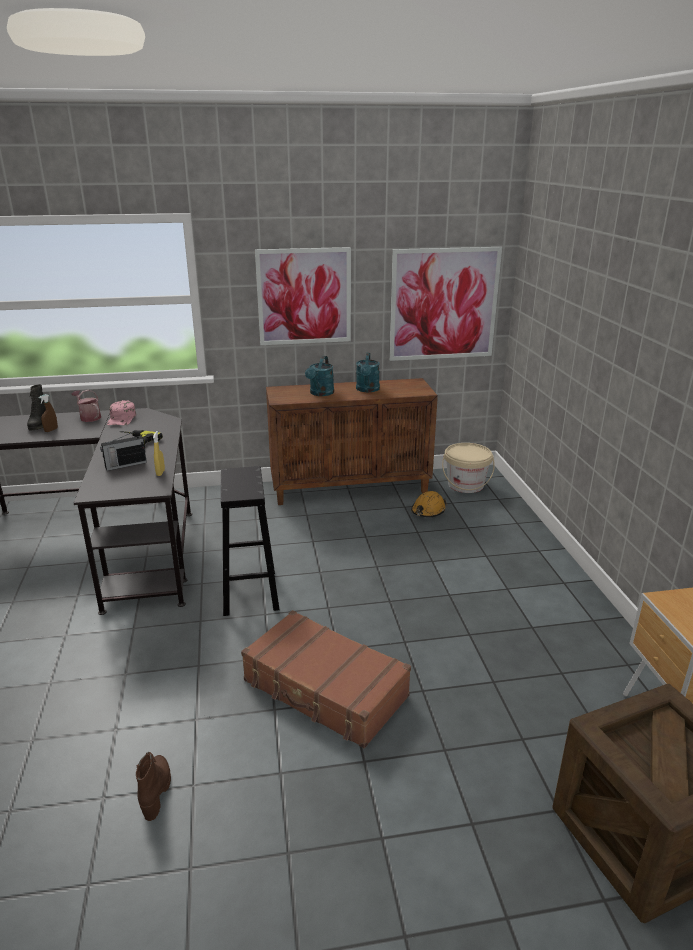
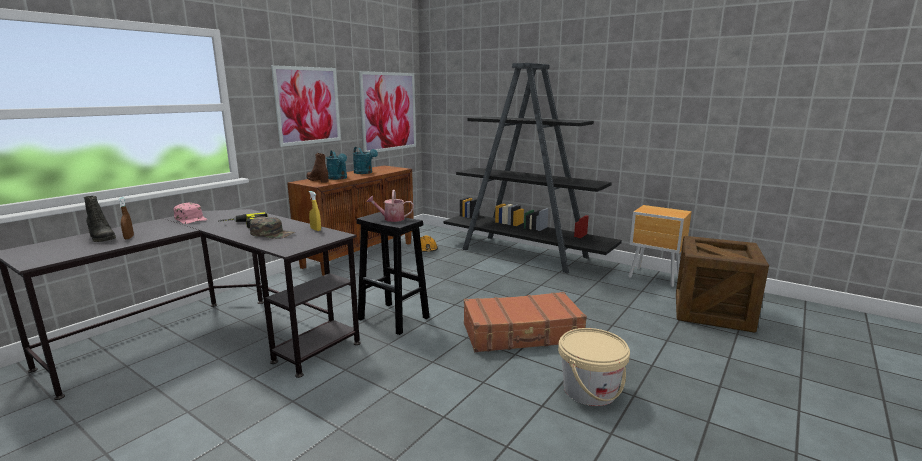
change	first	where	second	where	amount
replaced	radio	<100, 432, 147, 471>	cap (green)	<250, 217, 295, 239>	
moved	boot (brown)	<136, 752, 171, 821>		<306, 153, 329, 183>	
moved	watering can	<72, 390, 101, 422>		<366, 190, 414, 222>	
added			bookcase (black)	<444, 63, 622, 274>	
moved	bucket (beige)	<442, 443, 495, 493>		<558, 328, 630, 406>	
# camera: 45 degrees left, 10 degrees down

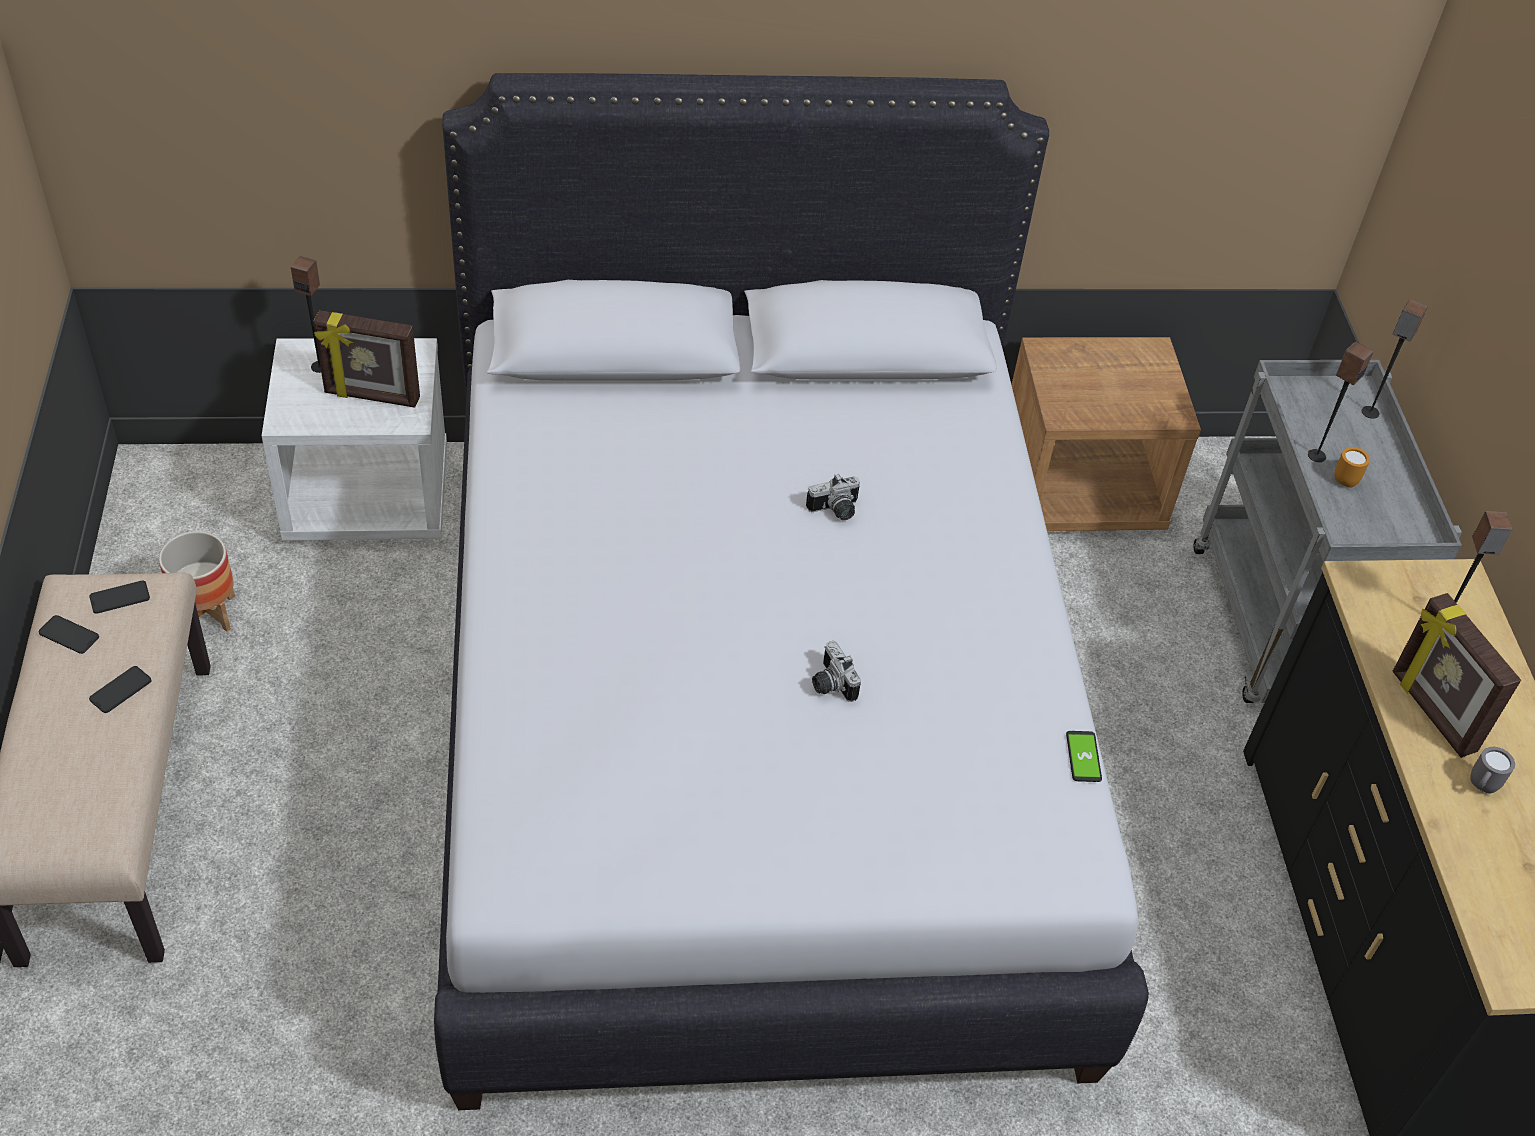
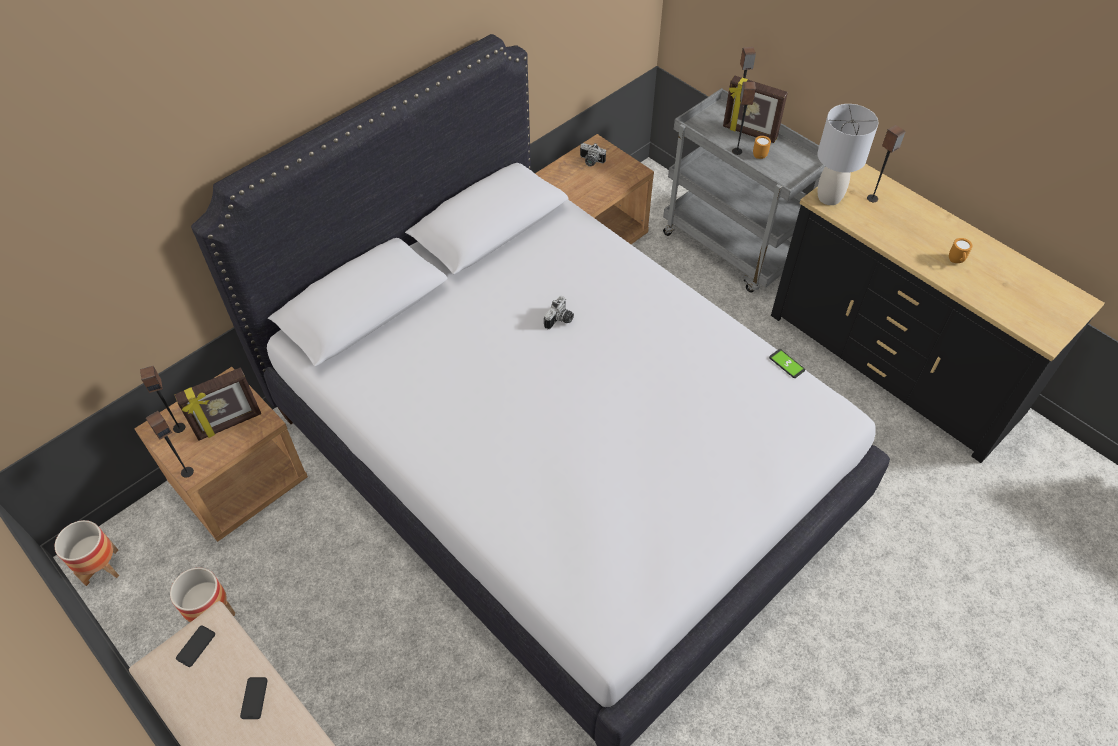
change	first	where	second	where	amount
added			planter	<55, 520, 119, 586>	
recoloured	nightstand (white)	<262, 338, 447, 541>	nightstand (brown)	<135, 367, 308, 542>	
added			speaker	<146, 411, 194, 478>	
moved	photo camera	<812, 641, 861, 702>		<580, 143, 606, 167>	
moved	picture frame	<1393, 593, 1521, 758>		<723, 75, 788, 143>	
added			table lamp (grey)	<817, 104, 879, 205>	
recoloured	mug (grey)	<1470, 747, 1515, 793>	mug (orange)	<949, 238, 973, 263>	
removed	phone	<38, 615, 99, 654>			
# camera: 35 degrees left, 5 degrees up

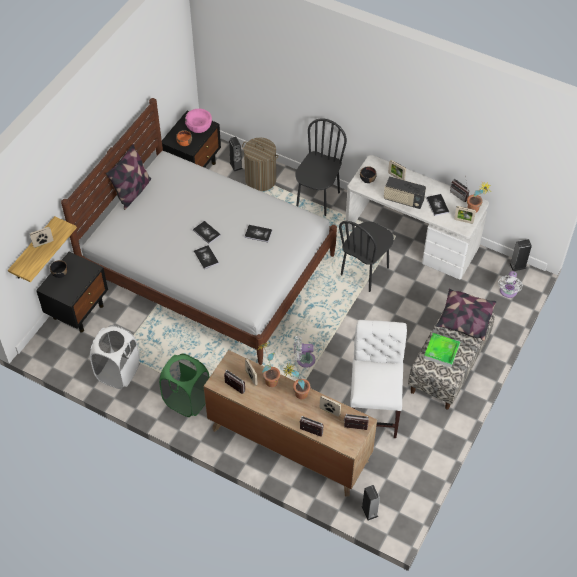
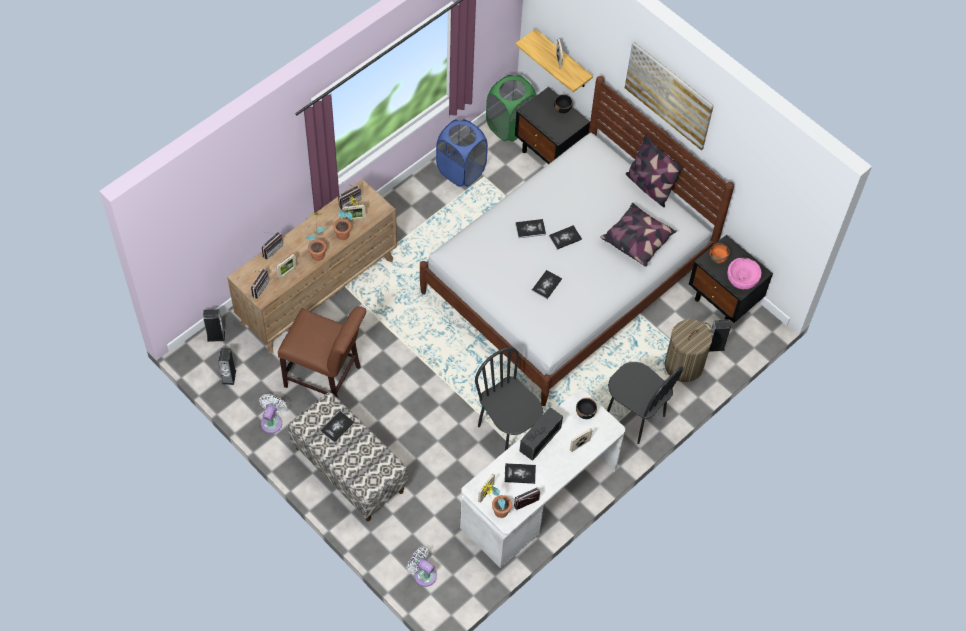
change	first	where	second	where	amount
moved	speaker	<510, 239, 532, 271>		<218, 348, 236, 385>	
moved	fan (white)	<294, 336, 315, 368>		<259, 394, 287, 433>	
recoloured	chair (white)	<350, 320, 407, 438>	chair (brown)	<278, 306, 366, 398>	
replaced	tray	<424, 333, 460, 367>	book	<320, 411, 354, 443>	
recoloured	laundry basket (white)	<90, 325, 140, 389>	laundry basket (blue)	<436, 119, 488, 187>	
moved	laundry basket (green)	<159, 354, 210, 417>		<486, 75, 536, 142>	
moved	pillow	<435, 288, 496, 341>		<600, 203, 677, 267>	
added			picture	<625, 42, 714, 150>	
# camera: 105 degrees right, 5 degrees up

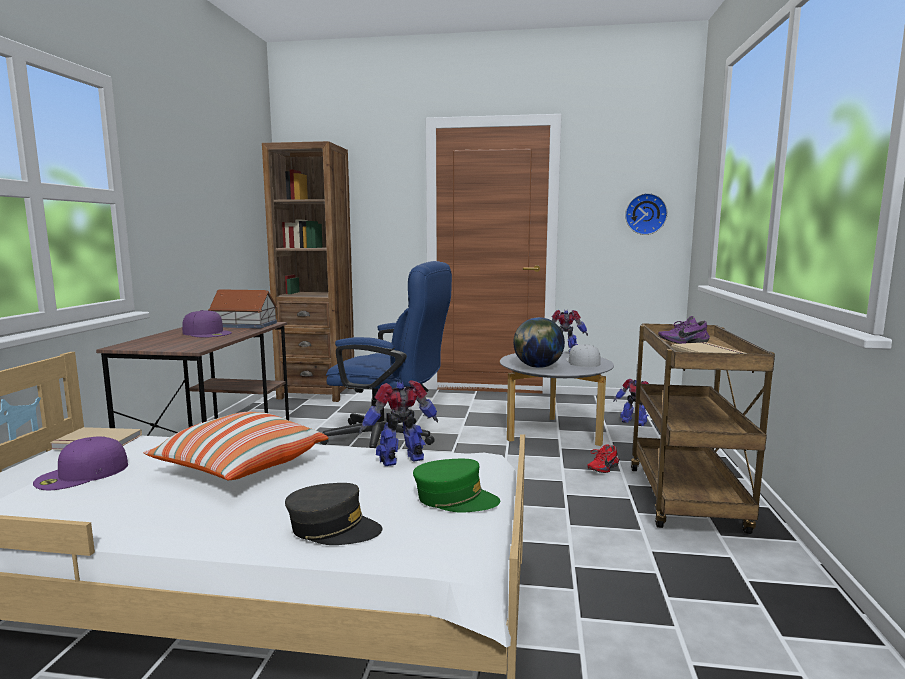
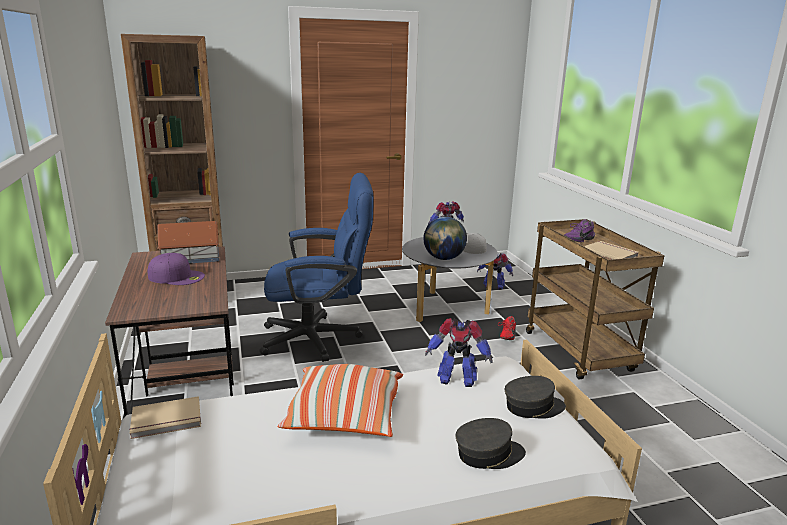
change	first	where	second	where	amount
turned	toy robot	<359, 380, 438, 466>		<425, 318, 492, 387>	120 degrees counterclockwise
recoloured	cap (green)	<413, 459, 500, 513>	cap (grey)	<505, 376, 566, 419>	
removed	cap (purple)	<33, 437, 128, 490>			
removed	wall clock	<625, 193, 668, 235>			
# camera: 25 degrees left, 10 degrees up

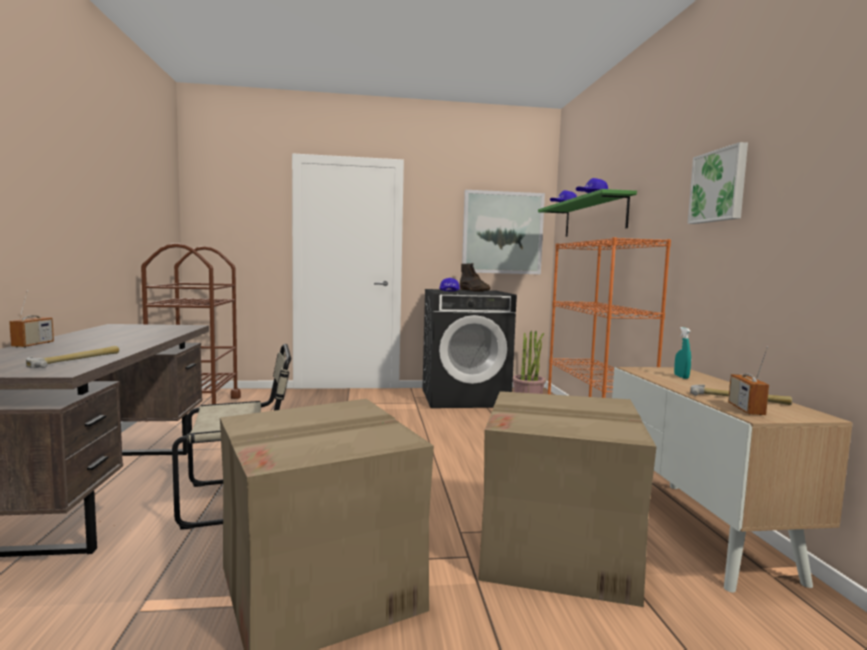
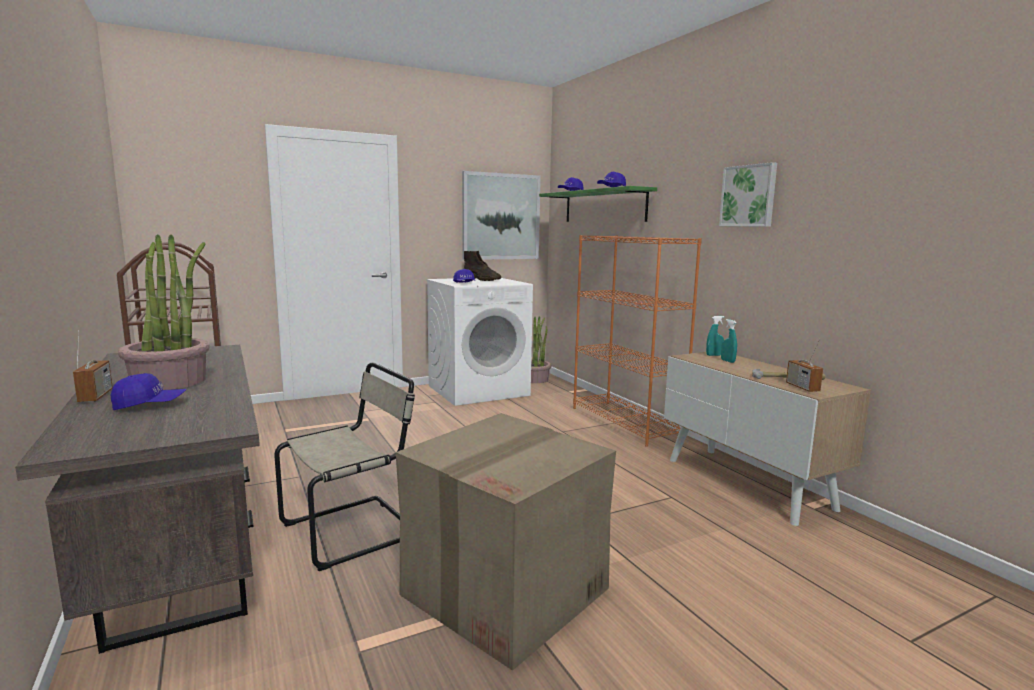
change	first	where	second	where	amount
added			cap (blue)	<111, 373, 187, 410>	
added			potted plant	<118, 234, 210, 390>	
recoloured	washing machine (black)	<423, 289, 517, 408>	washing machine (white)	<426, 278, 533, 406>	
added			spray bottle (turquoise)	<706, 316, 724, 356>	
removed	hammer	<26, 346, 119, 368>			
removed	cardboard box	<478, 391, 657, 607>			
# camera: 20 degrees left, 5 degrees up

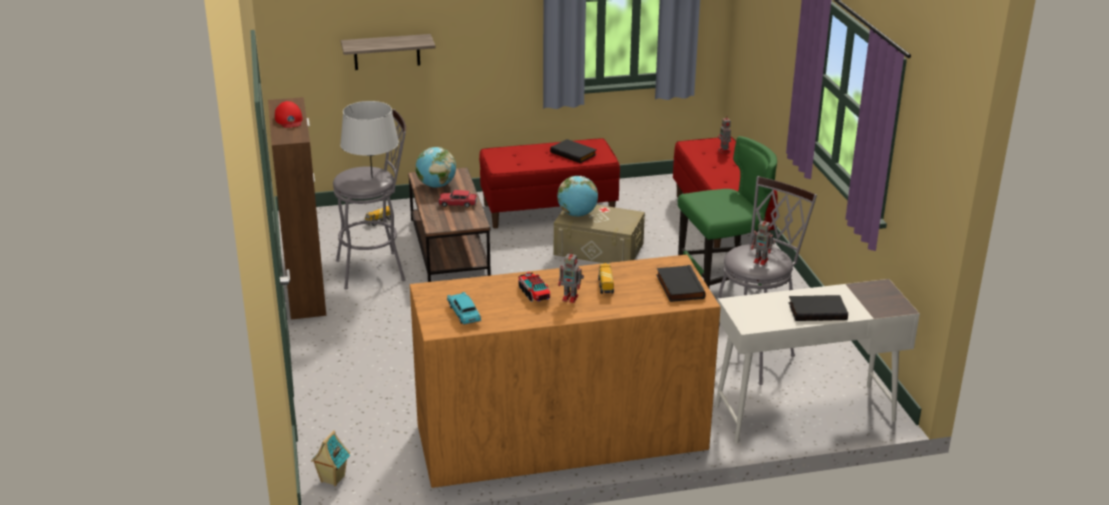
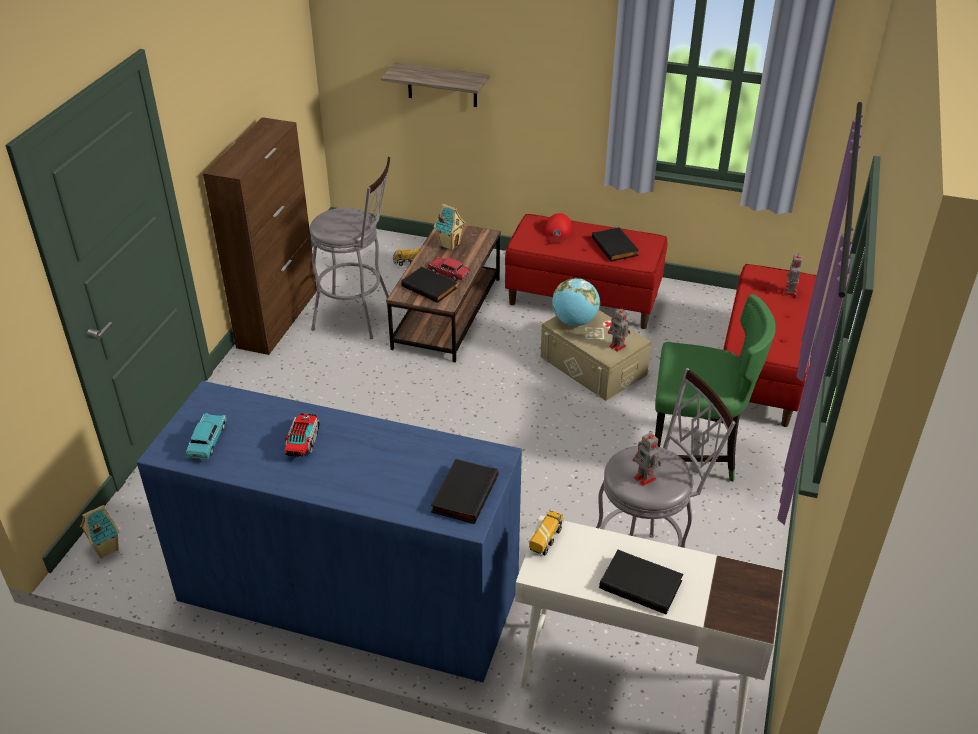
change	first	where	second	where	amount
recoloured	dresser (brown)	<410, 254, 721, 488>	dresser (blue)	<137, 381, 522, 682>	
added			book (black)	<401, 267, 457, 303>	
replaced	globe	<416, 147, 456, 188>	toy house	<434, 204, 466, 250>	
moved	toy truck	<598, 263, 614, 294>		<529, 510, 564, 556>	
moved	cap (red)	<275, 101, 303, 128>		<545, 213, 572, 242>	
moved	toy robot	<558, 250, 584, 303>		<608, 307, 630, 352>	
removed	table lamp (grey)	<340, 101, 399, 178>			
# camera: 30 degrees right, 10 degrees up

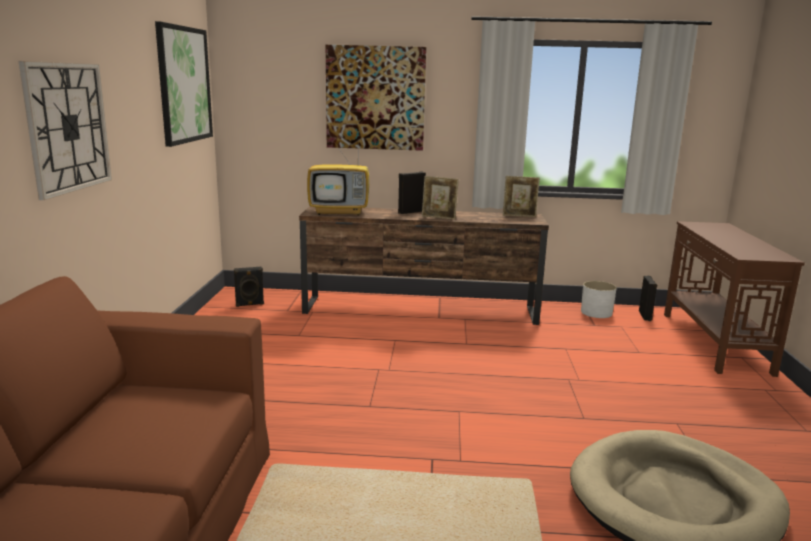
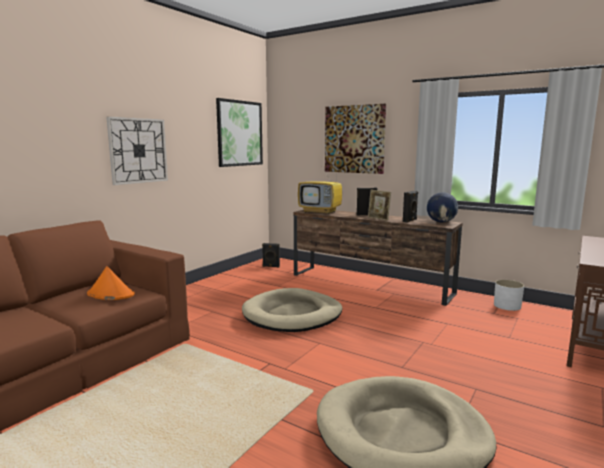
change	first	where	second	where	amount
added			hat (orange)	<87, 266, 135, 300>	
added			dog bed (beige)	<242, 288, 343, 332>	
moved	speaker (black)	<639, 276, 657, 321>		<403, 191, 418, 223>	
replaced	picture frame	<503, 176, 540, 217>	globe	<427, 192, 458, 222>	
# camera: 30 degrees right, 5 degrees down

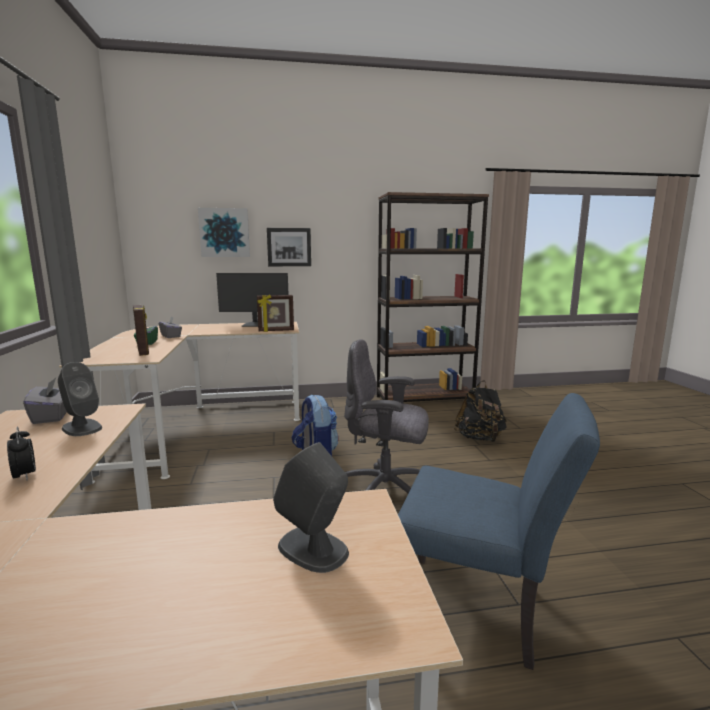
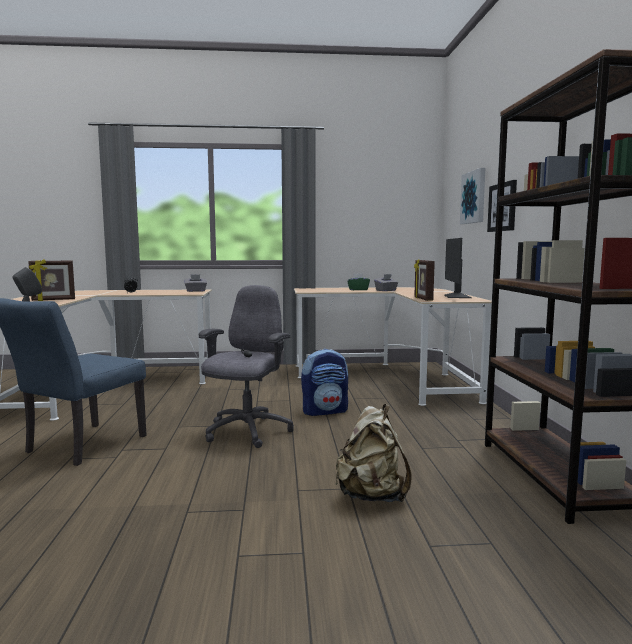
change	first	where	second	where	amount
moved	picture frame	<133, 305, 149, 356>		<28, 259, 75, 301>	
recoloured	backpack (black)	<454, 380, 507, 442>	backpack (beige)	<335, 404, 412, 502>	
removed	speaker (grey)	<58, 362, 102, 436>			
# camera: 95 degrees right, 5 degrees down

